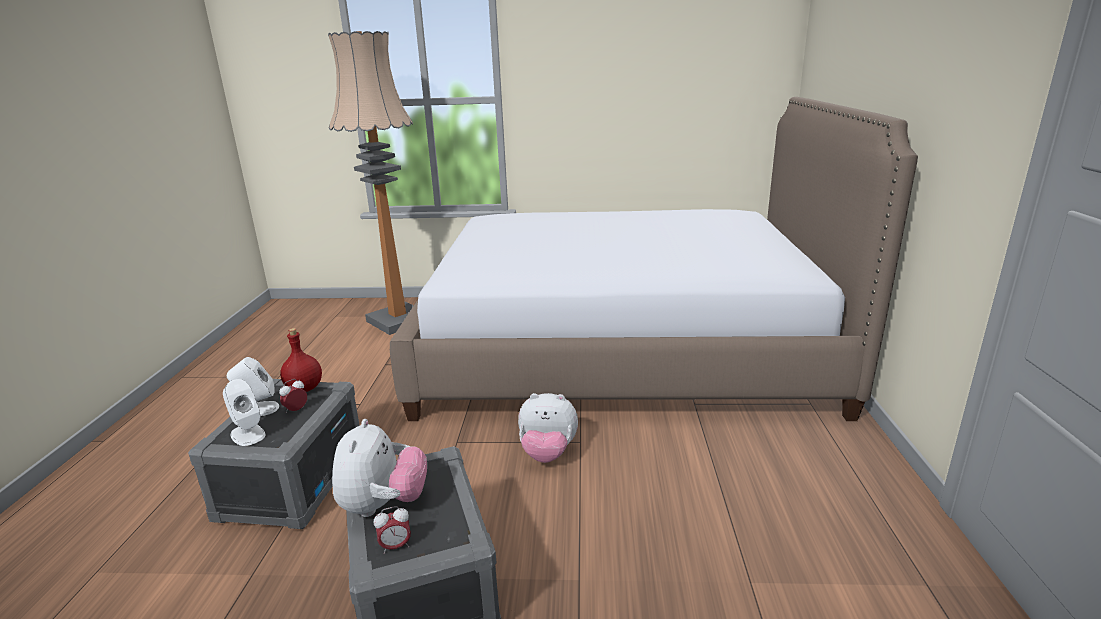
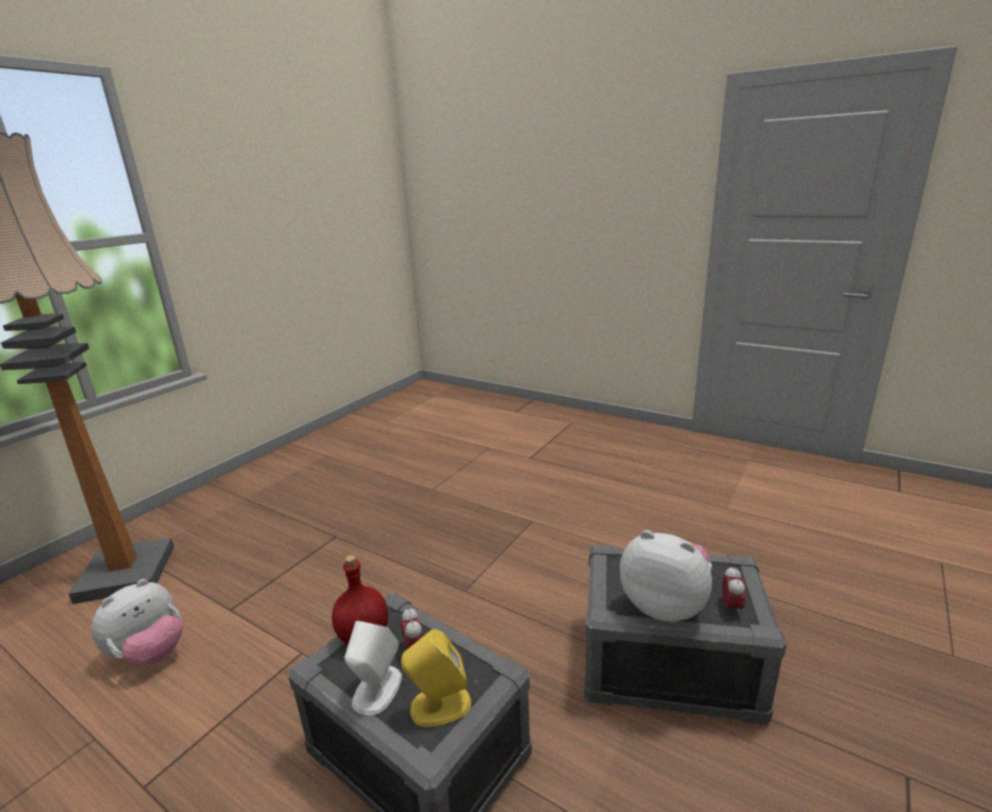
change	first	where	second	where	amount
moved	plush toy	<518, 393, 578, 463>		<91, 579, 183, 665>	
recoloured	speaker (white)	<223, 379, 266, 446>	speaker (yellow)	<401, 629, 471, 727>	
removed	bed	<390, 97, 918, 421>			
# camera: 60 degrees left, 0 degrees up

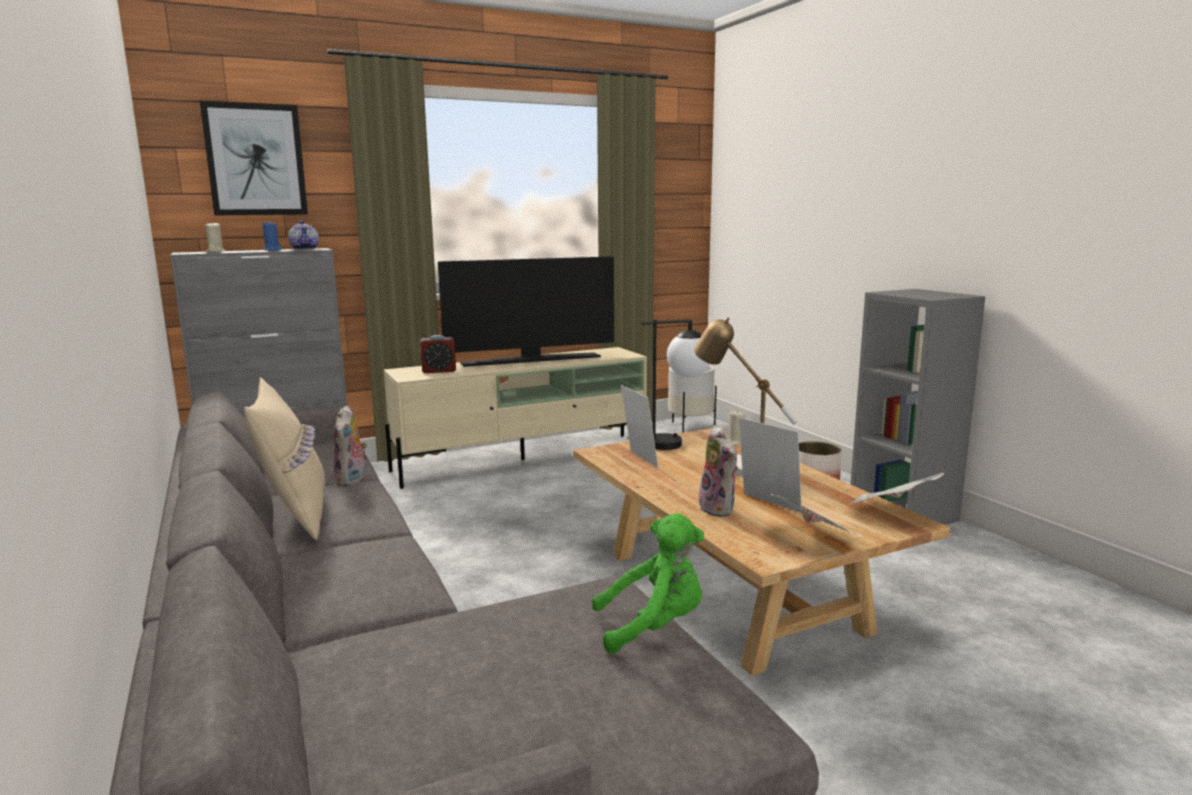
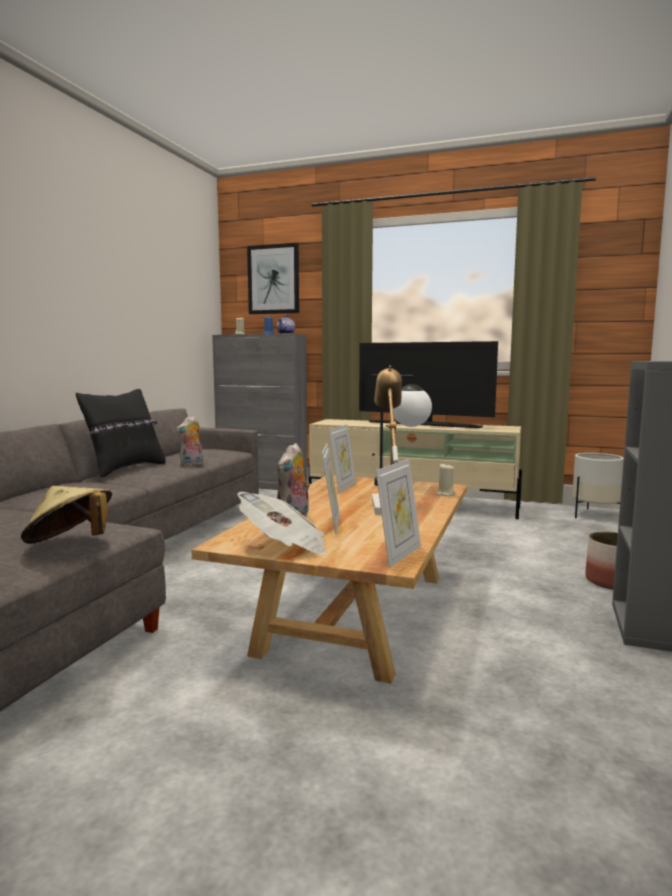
change	first	where	second	where	amount
replaced	plush toy (green)	<592, 513, 704, 654>	hat (beige)	<21, 486, 112, 544>	
recoloured	pillow (beige)	<244, 377, 325, 540>	pillow (black)	<76, 389, 166, 478>	
replaced	newspaper	<849, 472, 945, 505>	picture frame	<376, 459, 421, 568>	
removed	alarm clock	<420, 335, 456, 373>			
# camera: 45 degrees right, 5 degrees down

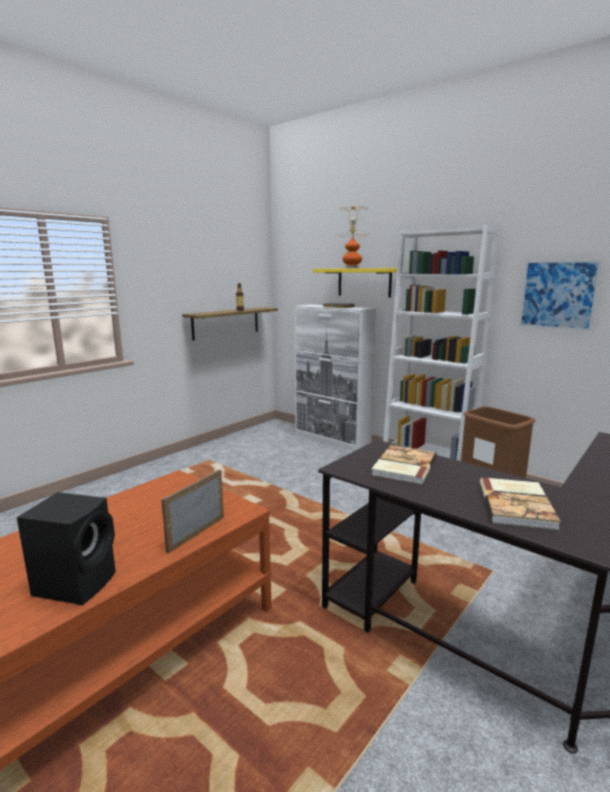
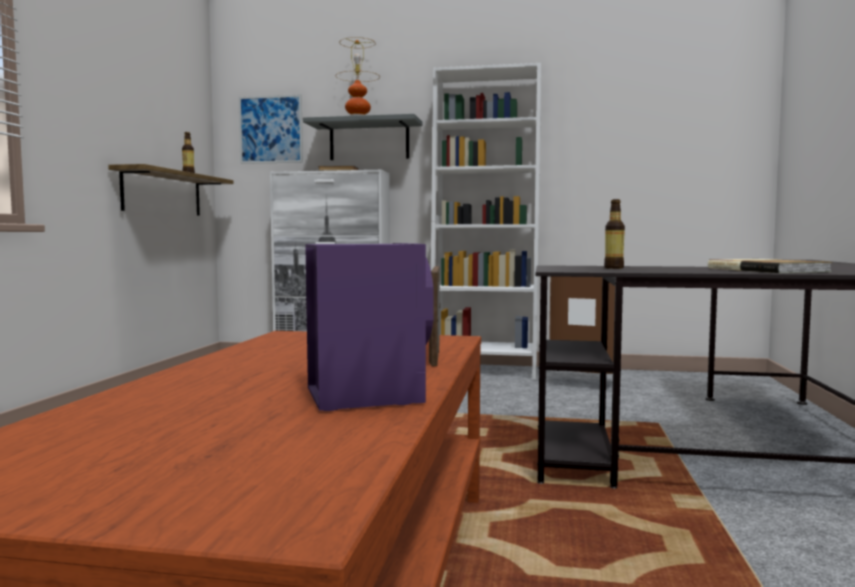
change	first	where	second	where	amount
moved	picture	<519, 260, 602, 331>		<238, 94, 303, 164>	
recoloured	shelf (yellow)	<313, 268, 397, 297>	shelf (grey)	<303, 114, 422, 160>	
recoloured	speaker (black)	<17, 492, 116, 605>	speaker (purple)	<305, 243, 433, 411>	
replaced	book	<371, 445, 437, 485>	bottle	<604, 199, 625, 269>	
# camera: 30 degrees left, 10 degrees down

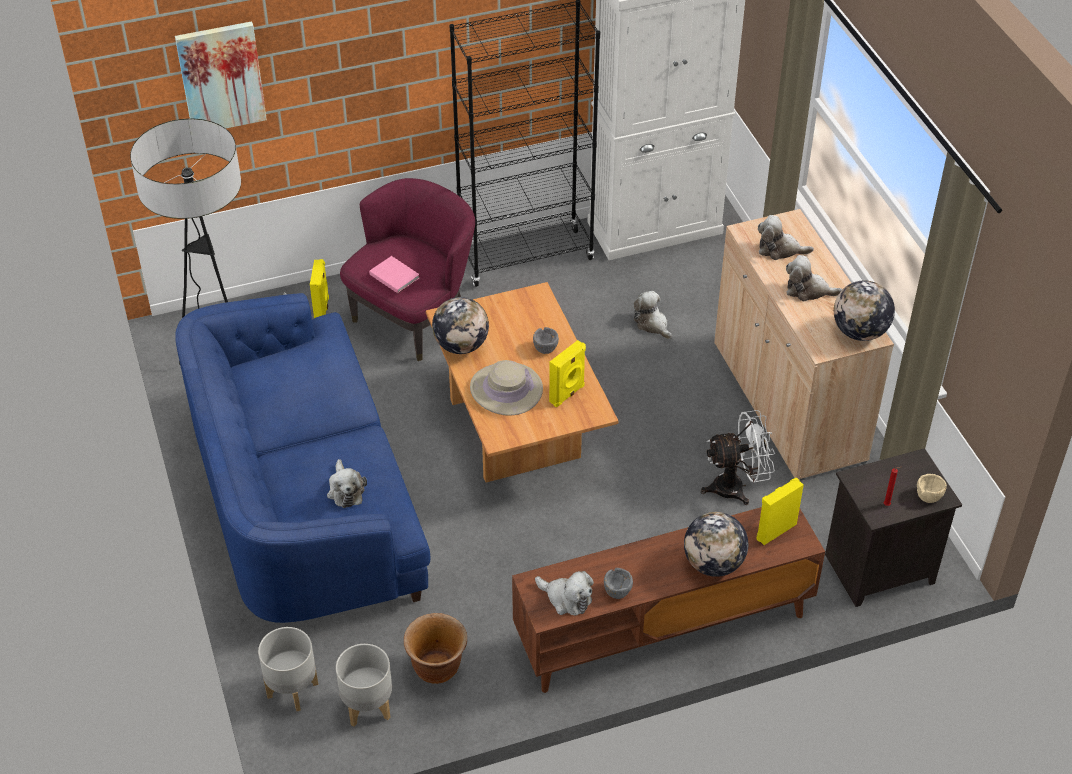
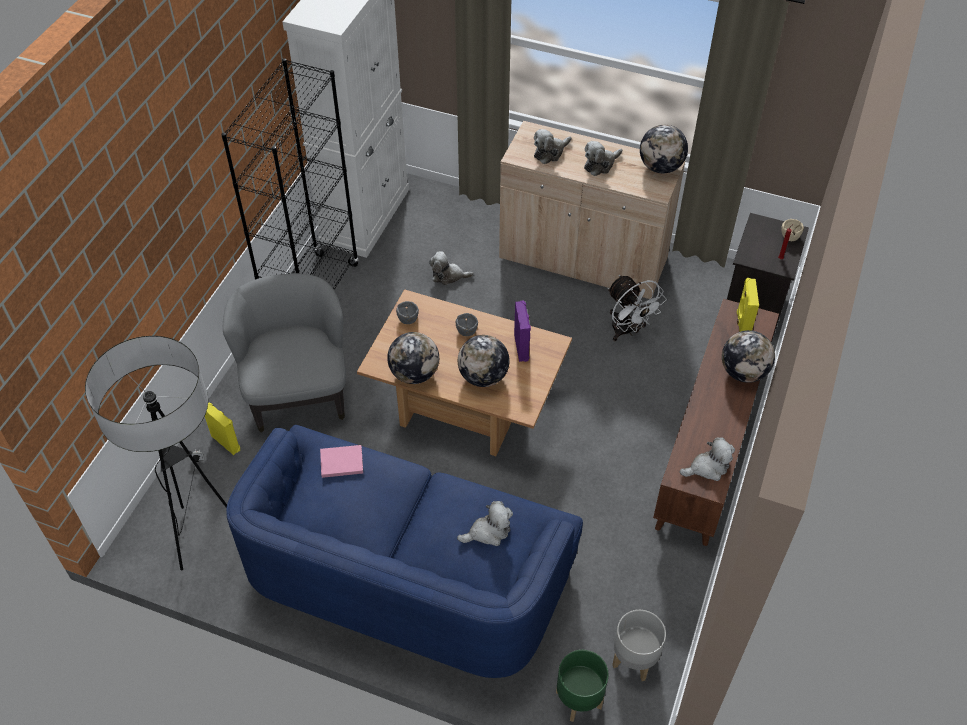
change	first	where	second	where	amount
recoloured	armchair (purple)	<340, 178, 475, 361>	armchair (grey)	<223, 273, 346, 432>	
moved	book (pink)	<369, 256, 420, 293>		<320, 445, 363, 478>	
moved	bowl (grey)	<604, 568, 633, 599>		<396, 301, 419, 324>	
turned	plush toy	<327, 459, 367, 508>		<457, 501, 513, 546>	45 degrees counterclockwise
replaced	hat (beige)	<470, 360, 543, 416>	globe	<458, 335, 510, 387>	
recoloured	speaker (yellow)	<549, 340, 586, 407>	speaker (purple)	<514, 300, 531, 362>	
recoloured	planter (grey)	<258, 627, 318, 711>	planter (green)	<556, 650, 609, 722>	
turned	fan (white)	<701, 410, 775, 505>		<608, 275, 667, 341>	120 degrees clockwise
removed	picture	<175, 21, 267, 128>			
removed	planter (brown)	<404, 613, 467, 684>			
# camera: 50 degrees left, 5 degrees up

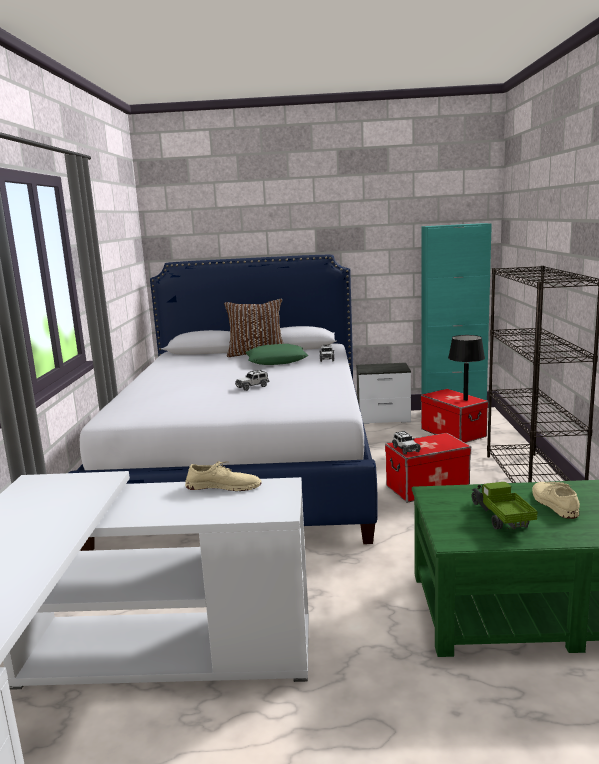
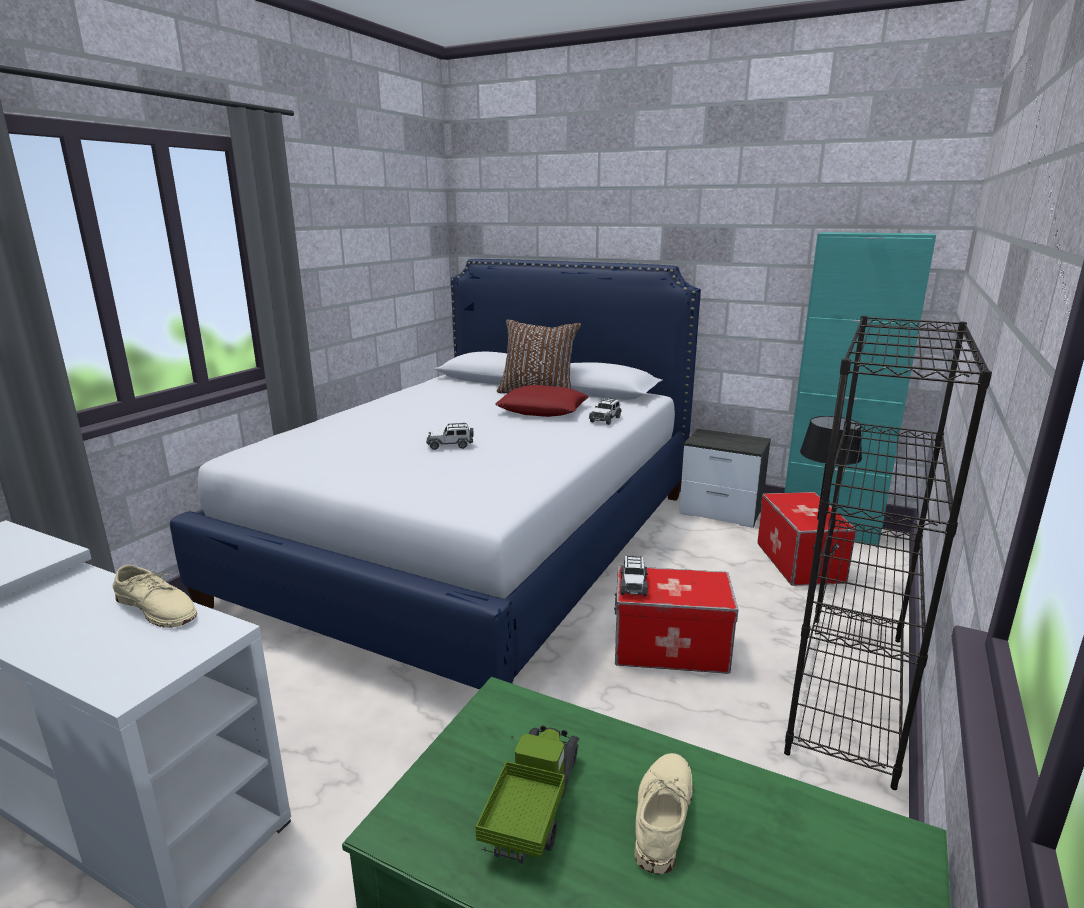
change	first	where	second	where	amount
recoloured	pillow (green)	<246, 344, 308, 365>	pillow (red)	<495, 385, 589, 417>	
# camera: 25 degrees right, 5 degrees up

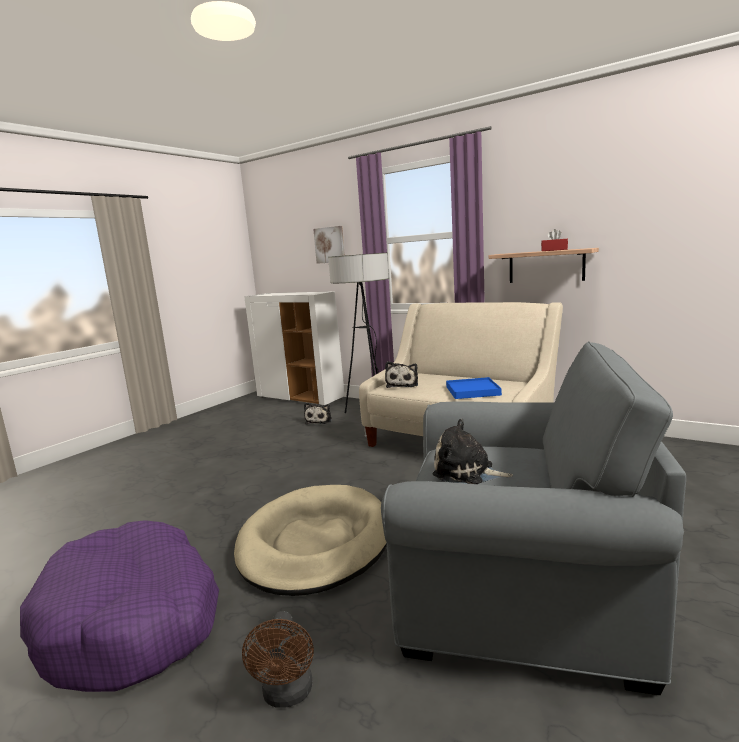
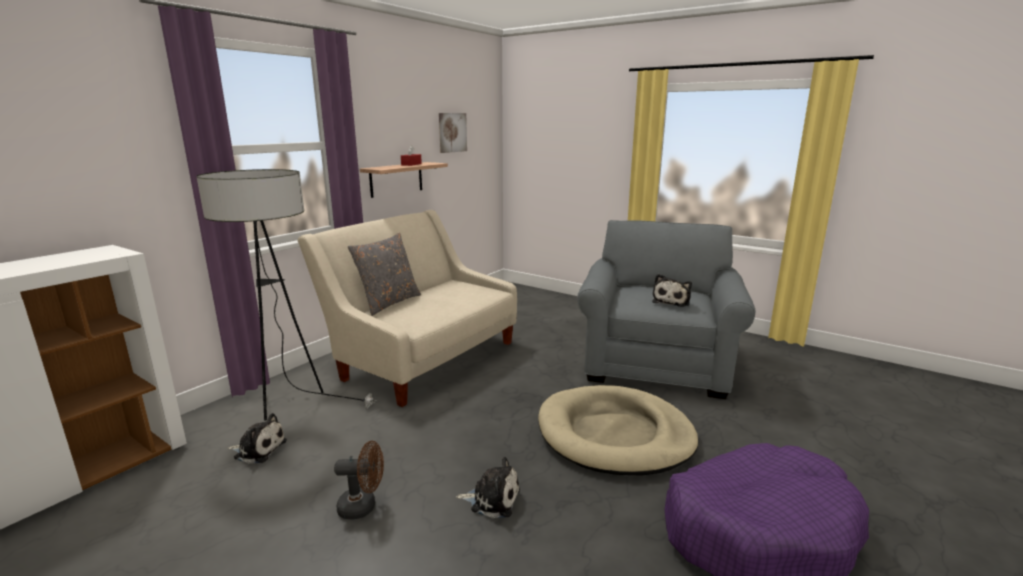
change	first	where	second	where	amount
moved	fan (brown)	<242, 611, 314, 708>		<334, 441, 384, 520>	
added			pillow (grey)	<348, 233, 421, 316>	
moved	picture	<313, 226, 345, 264>		<439, 113, 467, 153>	
moved	plush toy	<385, 361, 418, 388>		<456, 457, 520, 518>	
removed	tray (blue)	<446, 377, 502, 399>			
# camera: 90 degrees left, 5 degrees up

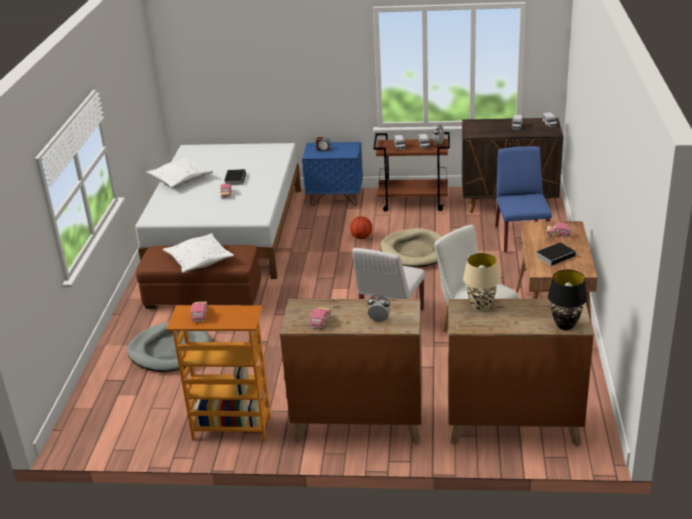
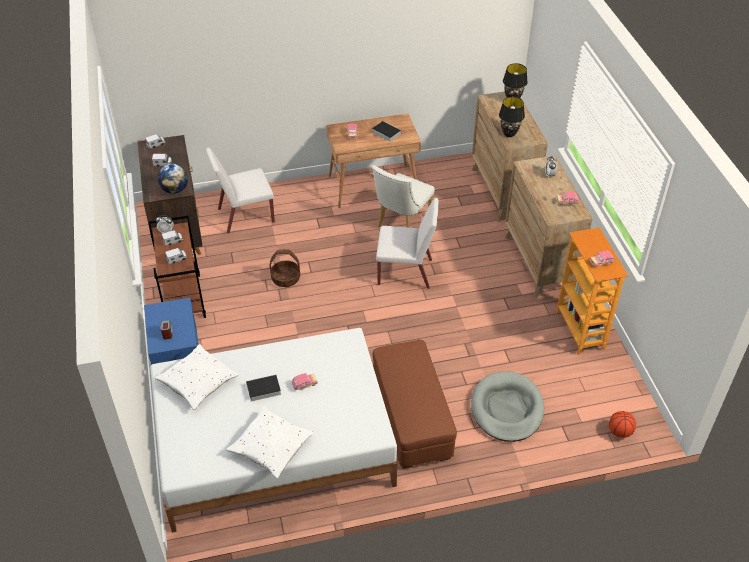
change	first	where	second	where	amount
moved	pillow (white)	<163, 233, 234, 273>		<155, 344, 239, 410>	
added			globe	<158, 164, 188, 194>	
recoloured	chair (blue)	<495, 146, 552, 252>	chair (white)	<206, 147, 275, 234>	
replaced	dog bed (beige)	<380, 228, 443, 268>	basket	<270, 249, 300, 287>	
recoloured	table lamp (beige)	<463, 253, 501, 311>	table lamp (black)	<499, 97, 525, 137>	
moved	basketball	<350, 216, 372, 239>		<609, 411, 636, 438>	
# camera: 110 degrees left, 15 degrees up

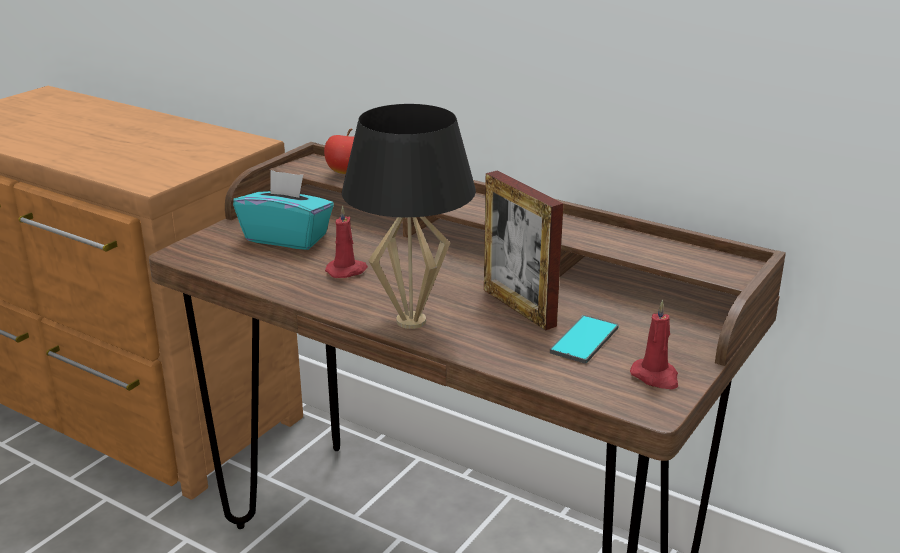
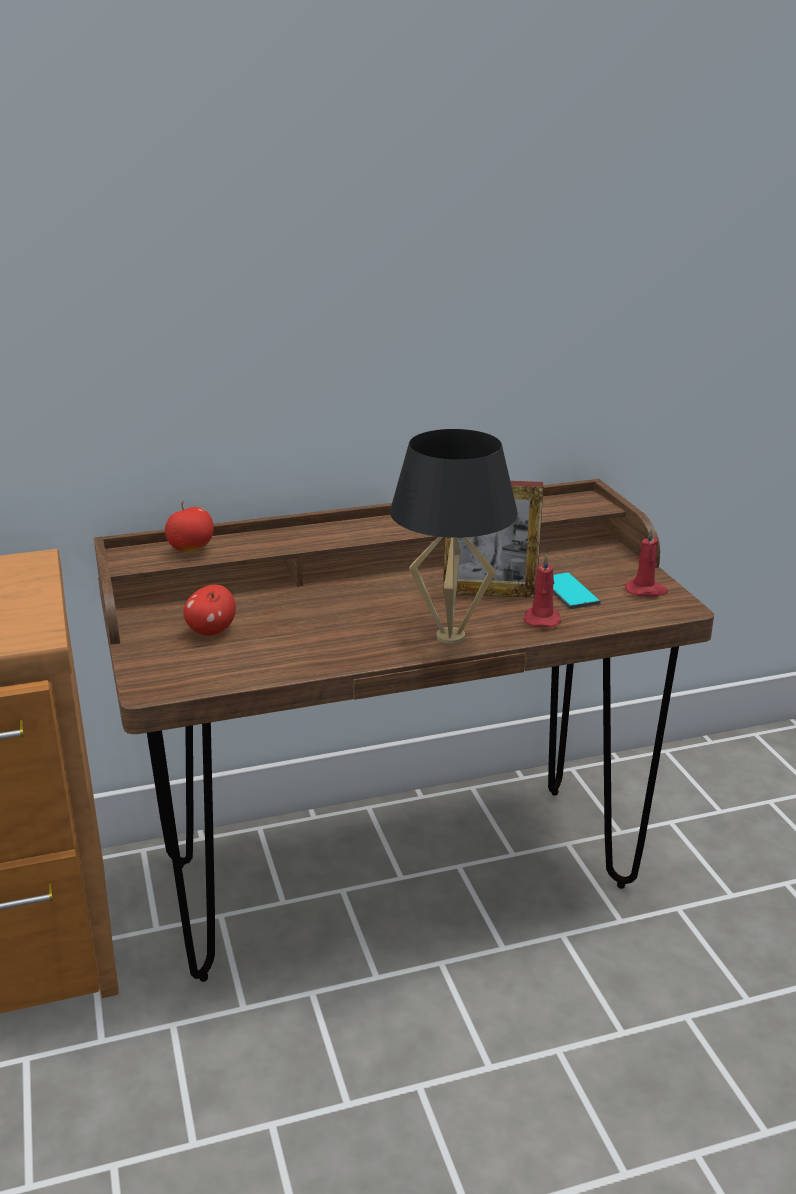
change	first	where	second	where	amount
replaced	tissue box (turquoise)	<233, 170, 334, 250>	apple	<183, 585, 236, 636>	
moved	candle (red)	<325, 205, 368, 278>		<523, 553, 561, 628>	
# camera: 50 degrees left, 0 degrees up

